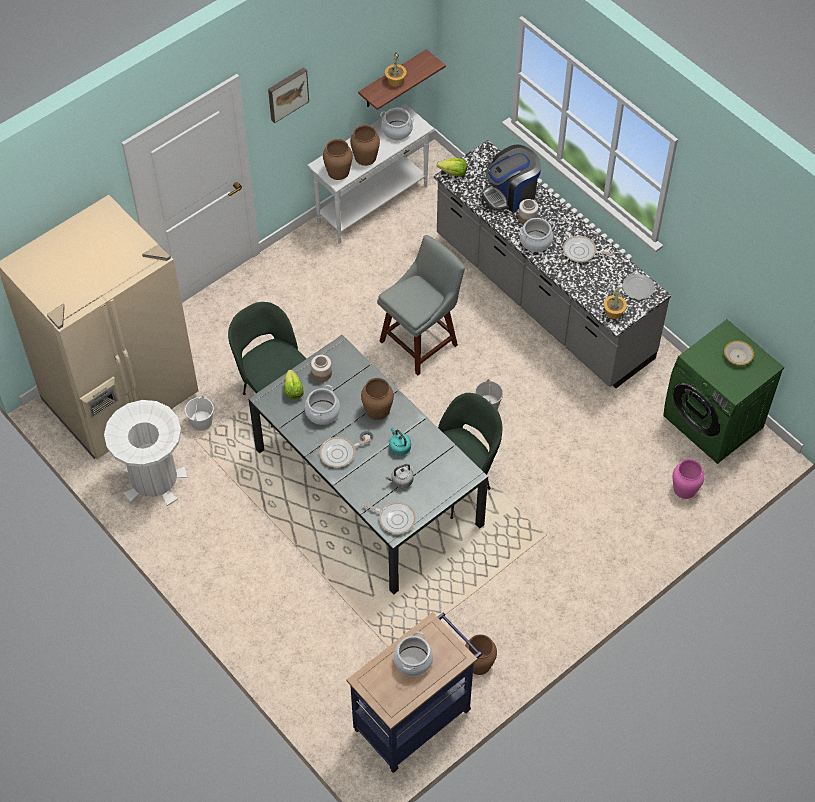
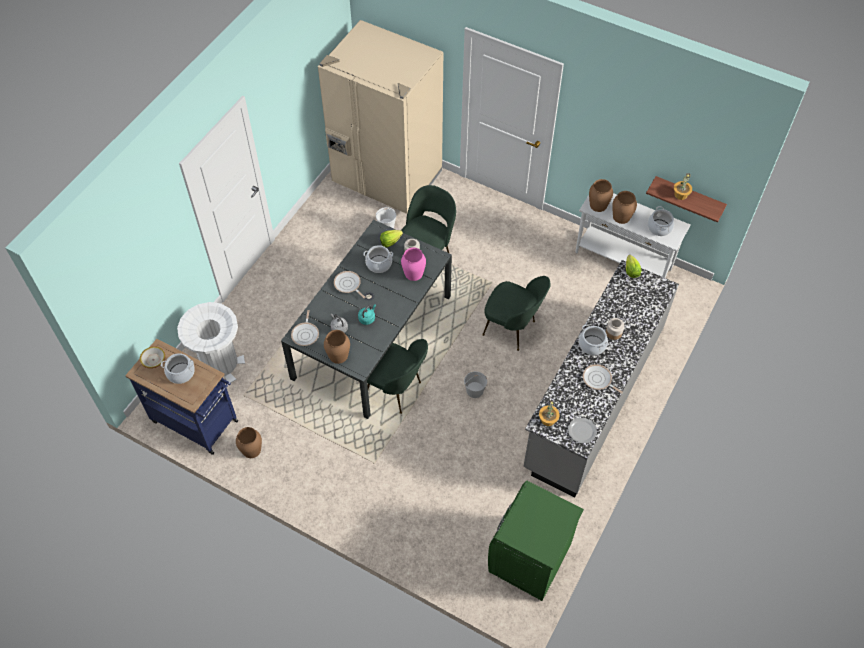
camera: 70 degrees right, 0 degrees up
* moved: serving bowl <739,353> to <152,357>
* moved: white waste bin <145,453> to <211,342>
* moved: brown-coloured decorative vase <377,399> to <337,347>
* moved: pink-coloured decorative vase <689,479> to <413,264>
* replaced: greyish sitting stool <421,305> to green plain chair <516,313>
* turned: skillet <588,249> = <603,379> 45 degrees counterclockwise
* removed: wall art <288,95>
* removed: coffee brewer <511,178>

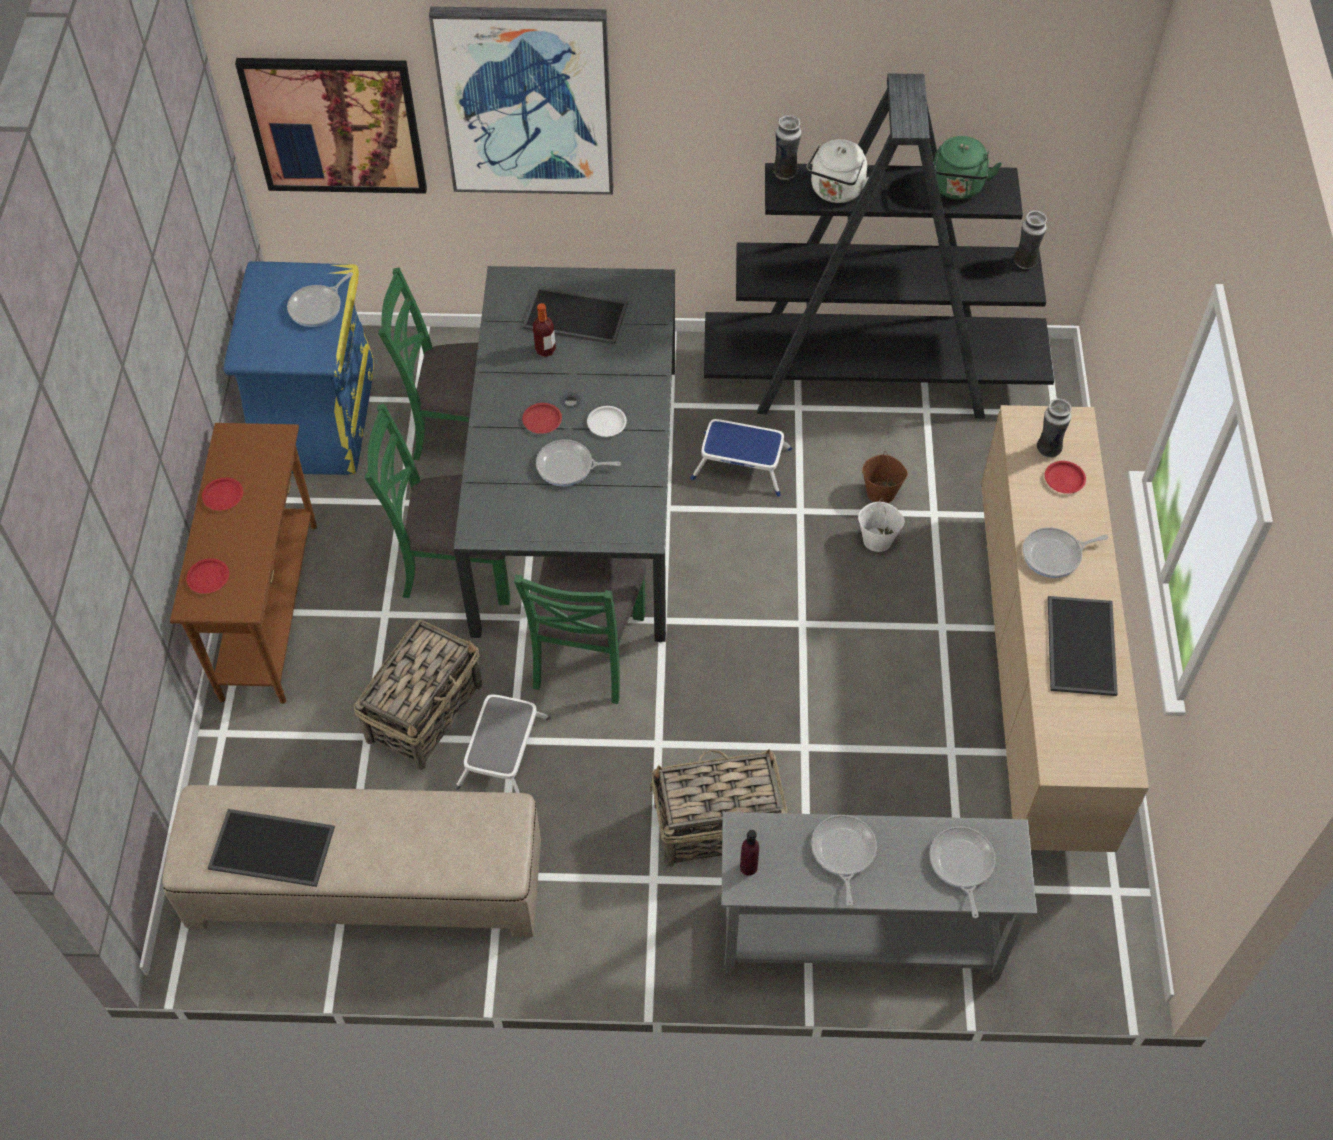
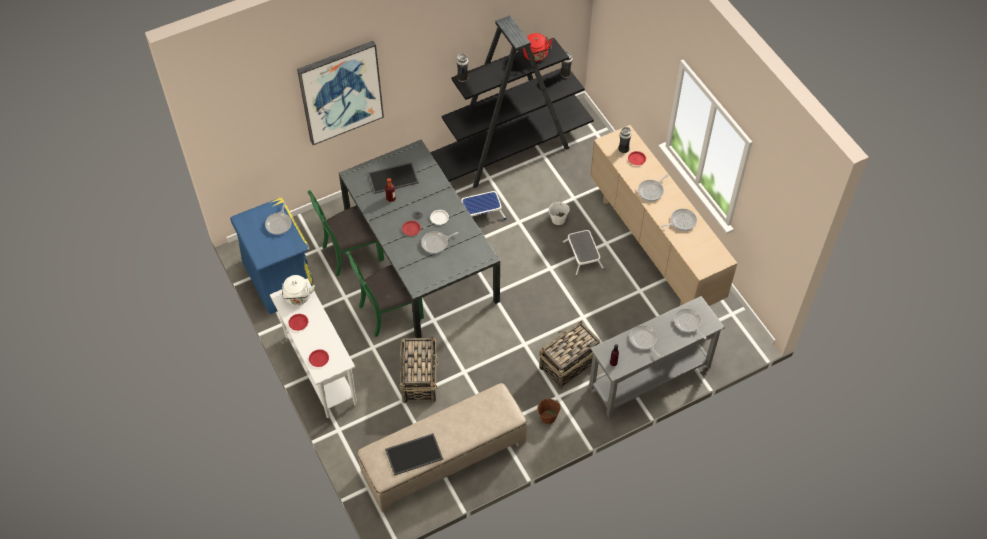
camera: 30 degrees left, 0 degrees up
* recoloured: brown-coloured hall table <243,563> to white hall table <313,348>
* moved: white water kettle <837,171> to <298,290>
* recoloured: green water kettle <968,168> to red water kettle <538,47>
* moved: brown-coloured pail <885,477> to <549,411>
* moved: greyish step stool <503,743> to <583,253>
* replaced: tray <1083,646> to skillet <678,220>
* removed: wall art <331,126>
* removed: green plain chair <580,630>

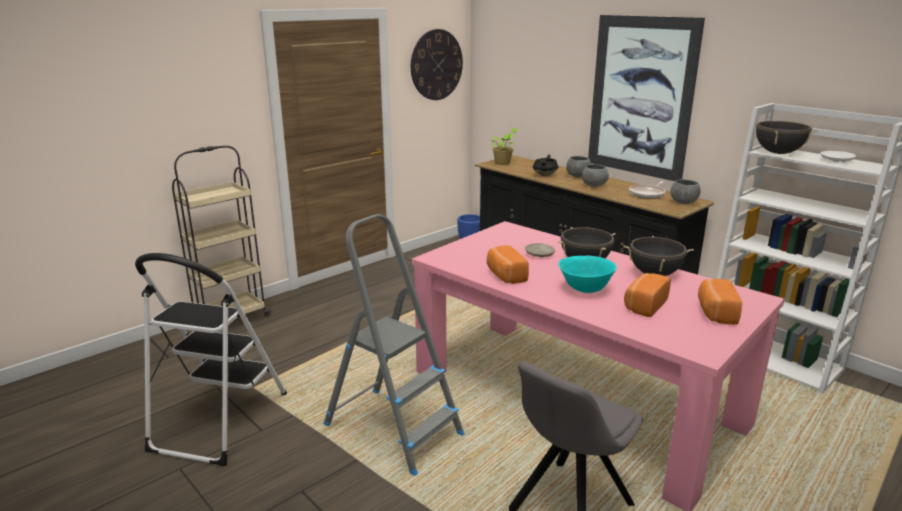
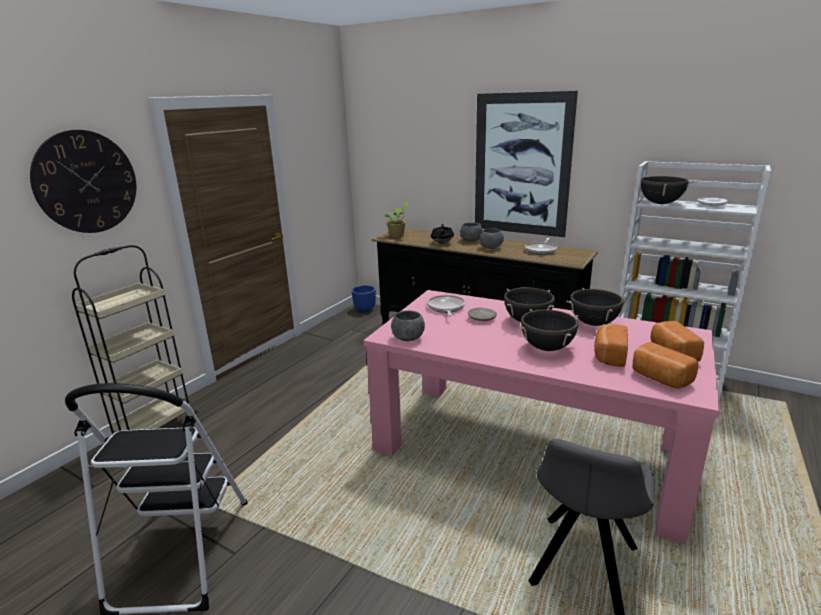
camera: 15 degrees left, 0 degrees up
* moved: hanging clock <437,64> to <83,181>
* moved: greyish serving bowl <685,191> to <408,326>
* added: skillet <446,305>
* replaced: turquoise-coloured serving bowl <588,274> to black saucepot <549,330>
* moved: bread <508,264> to <665,365>
* removed: greyish step stool <394,345>

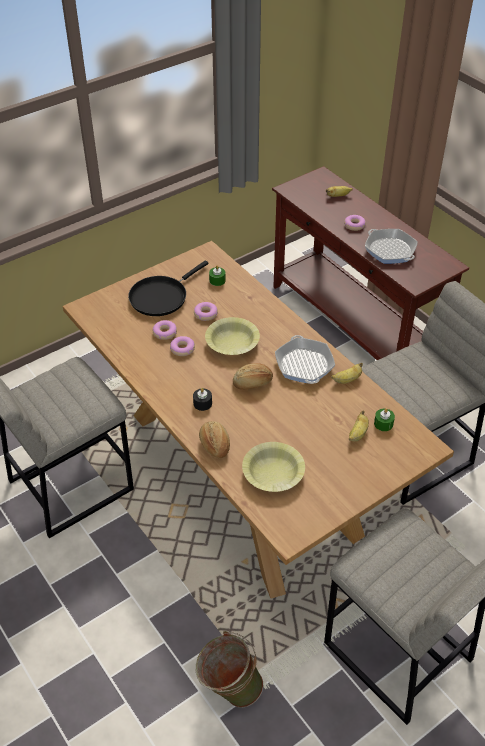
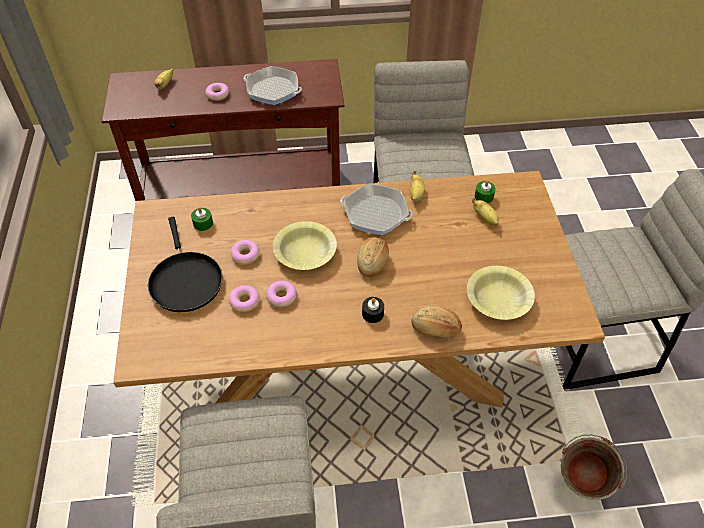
camera: 60 degrees left, 5 degrees up
* turned: skillet <391,246> = <272,85> 150 degrees counterclockwise

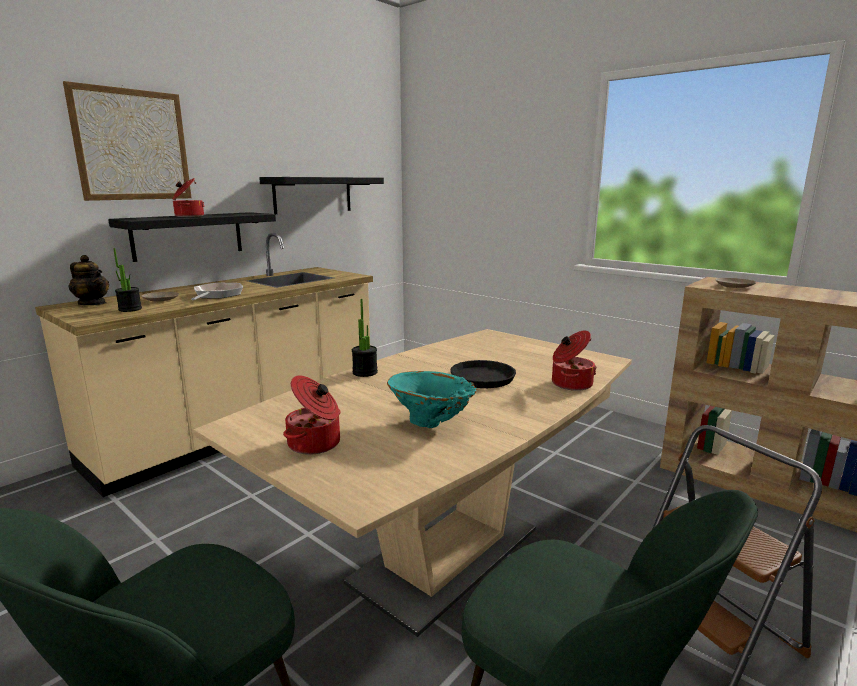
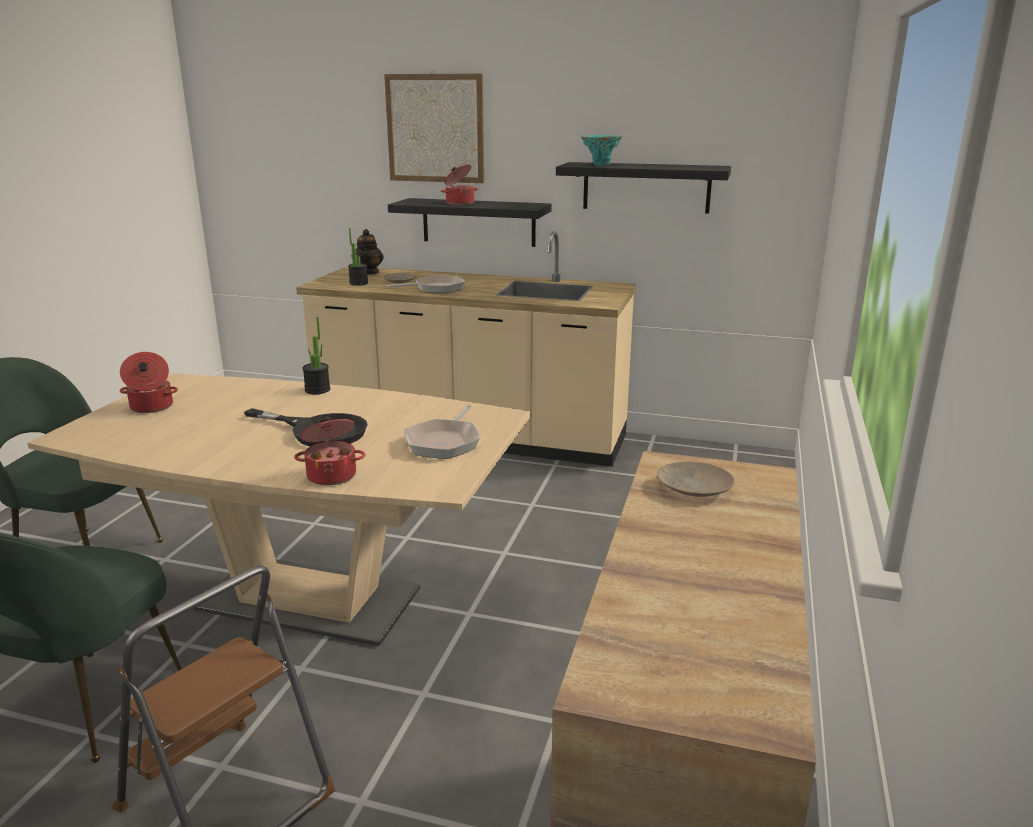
camera: 65 degrees right, 5 degrees up
* added: skillet <442,432>
* moved: turquoise-coloured decorative vase <432,399> to <601,150>

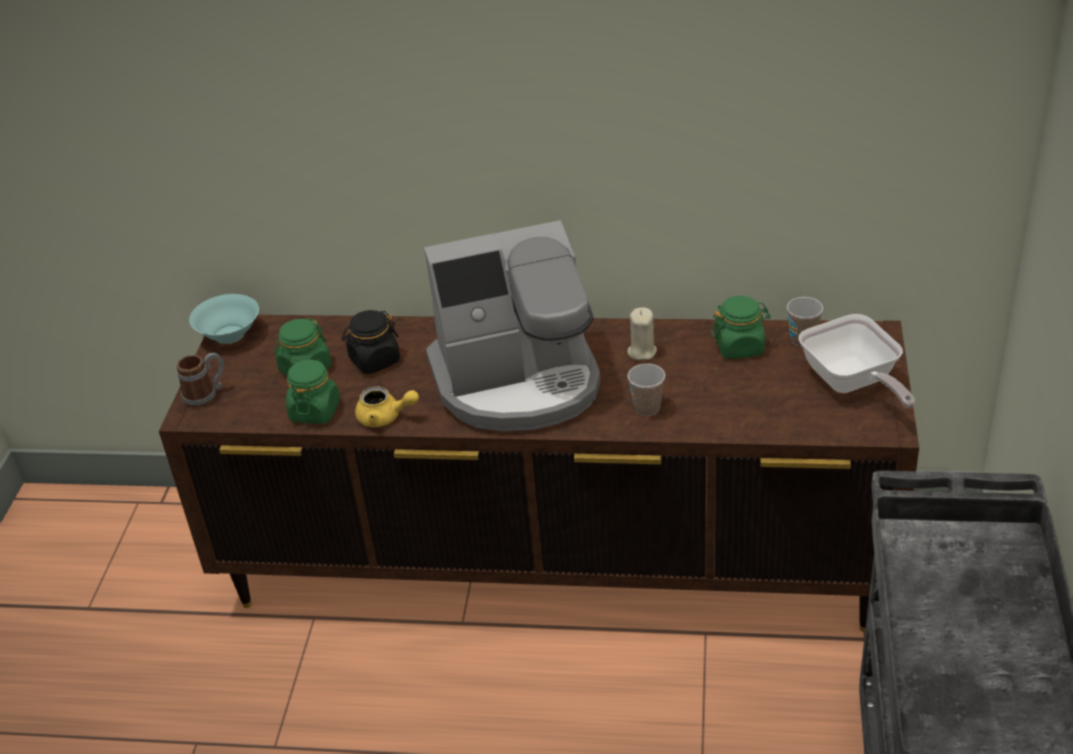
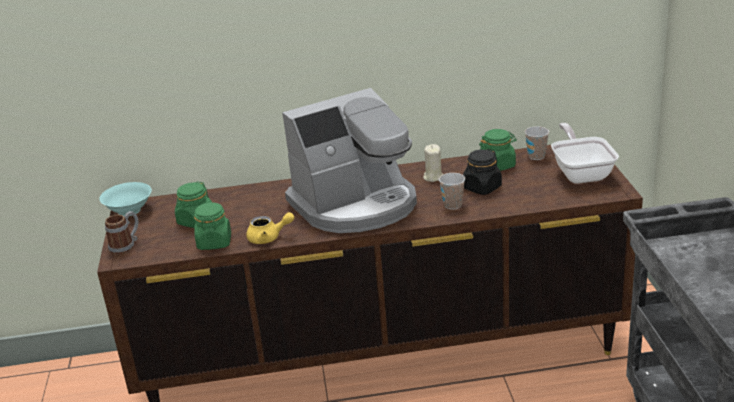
camera: 15 degrees left, 10 degrees down
* moved: black storage jar <371,342> to <482,172>
* turned: skillet <857,361> = <585,153> 150 degrees counterclockwise

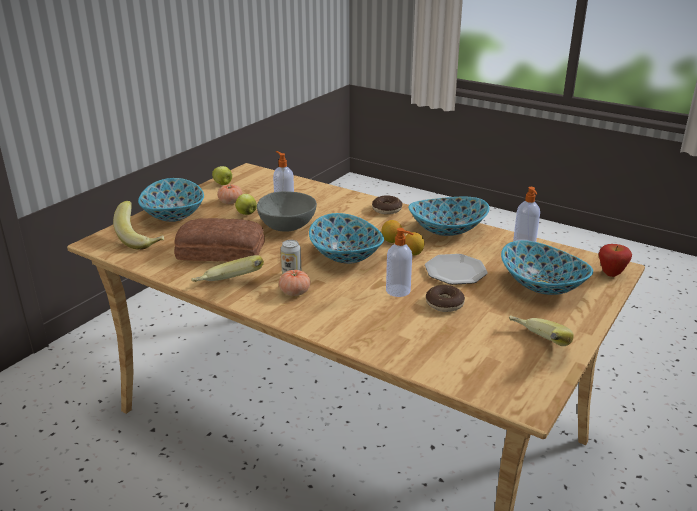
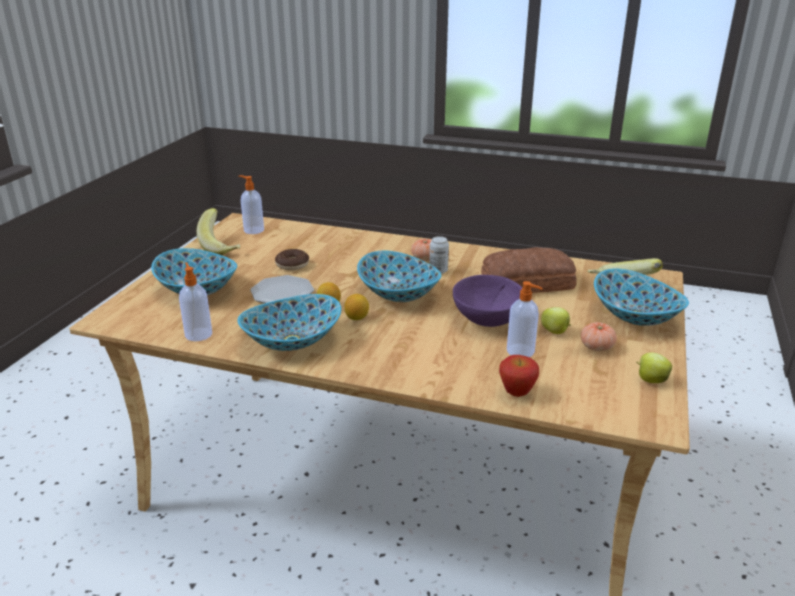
camera: 165 degrees right, 0 degrees up
* moved: soap dispenser <400,262> to <251,204>
* recoloured: greyish serving bowl <287,211> to purplish serving bowl <487,301>
* moved: whole apple <615,260> to <519,376>
* removed: whole banana <228,268>
* removed: donut <387,204>

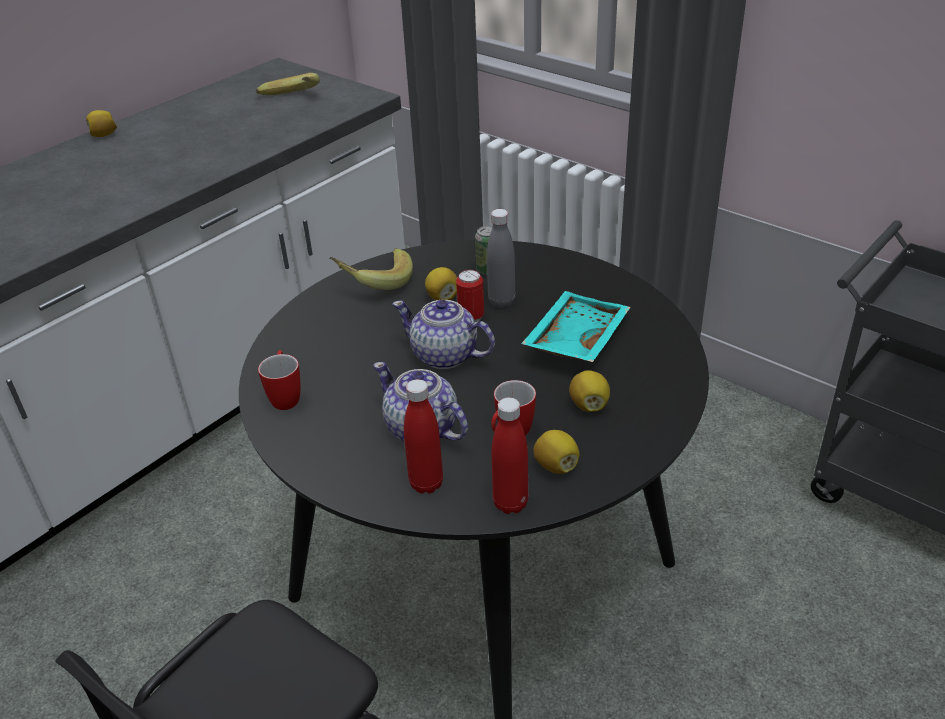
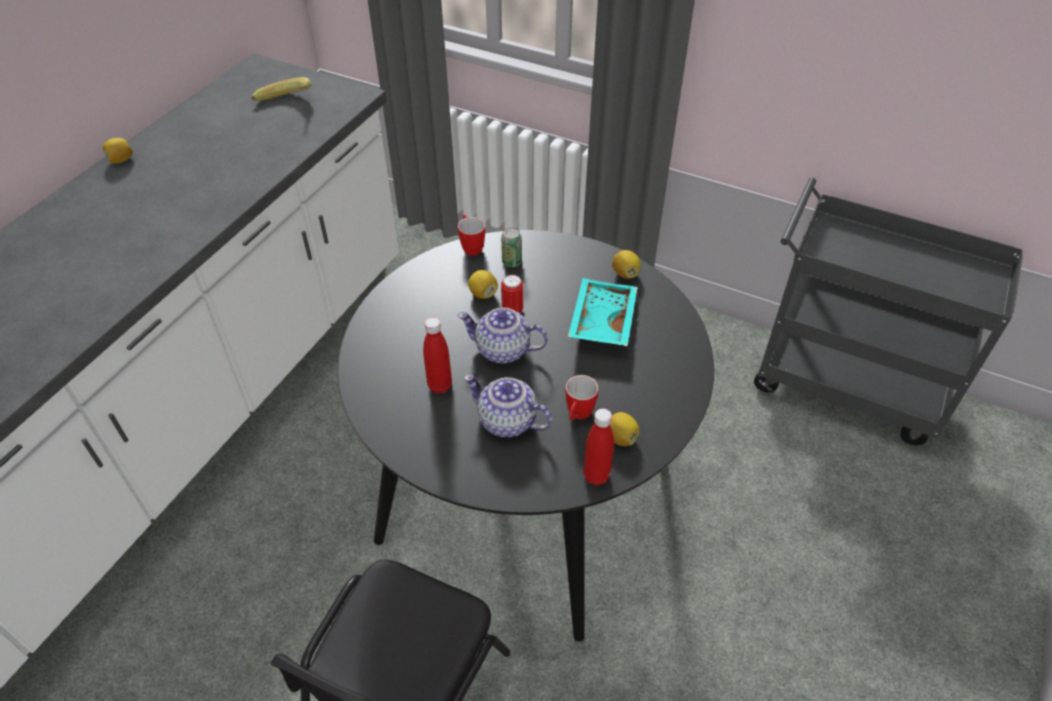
camera: 15 degrees left, 10 degrees up
* moved: red bottle <423,436> to <437,355>
* moved: mug <279,380> to <471,235>
* moved: citrus fruit <589,391> to <626,264>
* removed: whole banana <371,269>
* removed: greyish bottle <501,258>

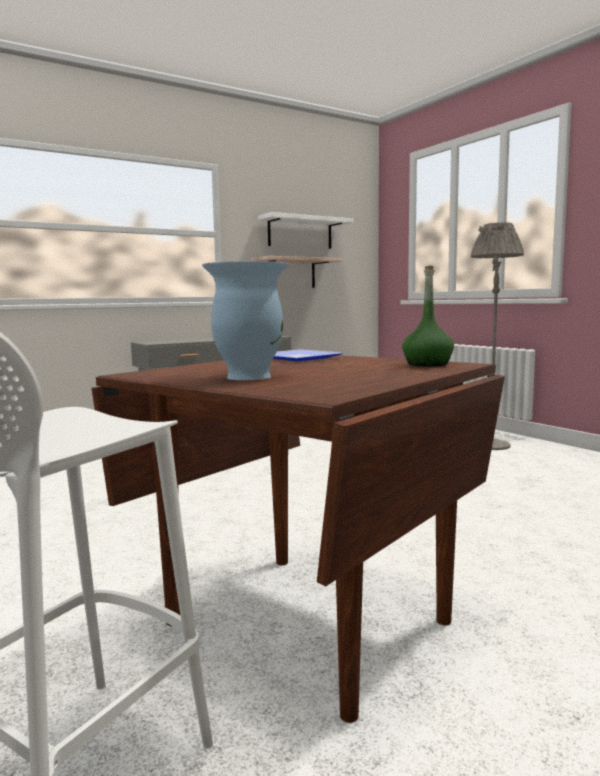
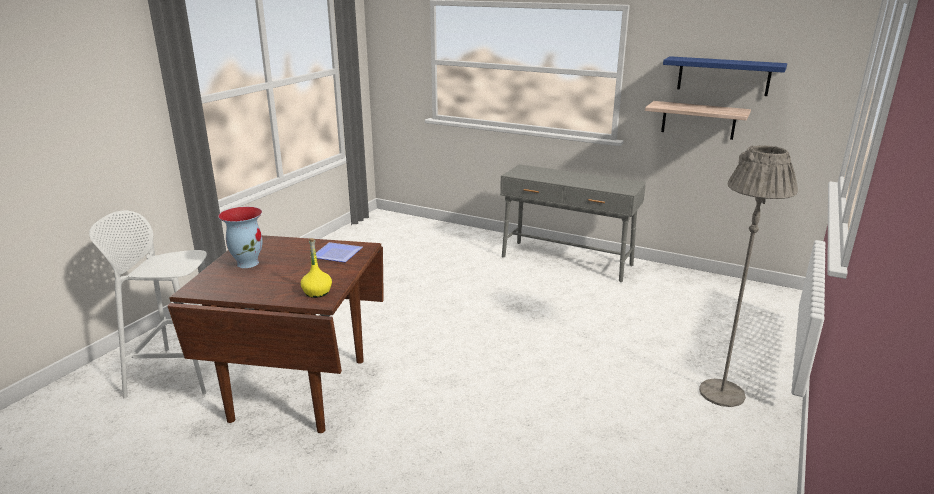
camera: 60 degrees right, 15 degrees up
* recoloured: green bottle <428,316> to yellow bottle <316,268>
* recoloured: white bracket shelf <306,230> to blue-coloured bracket shelf <725,76>

